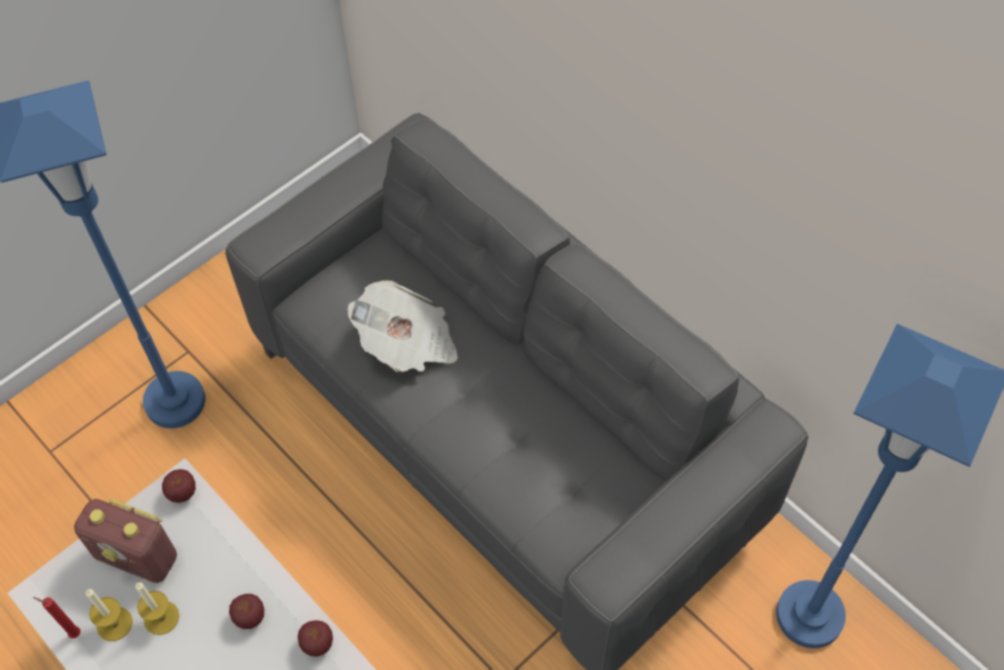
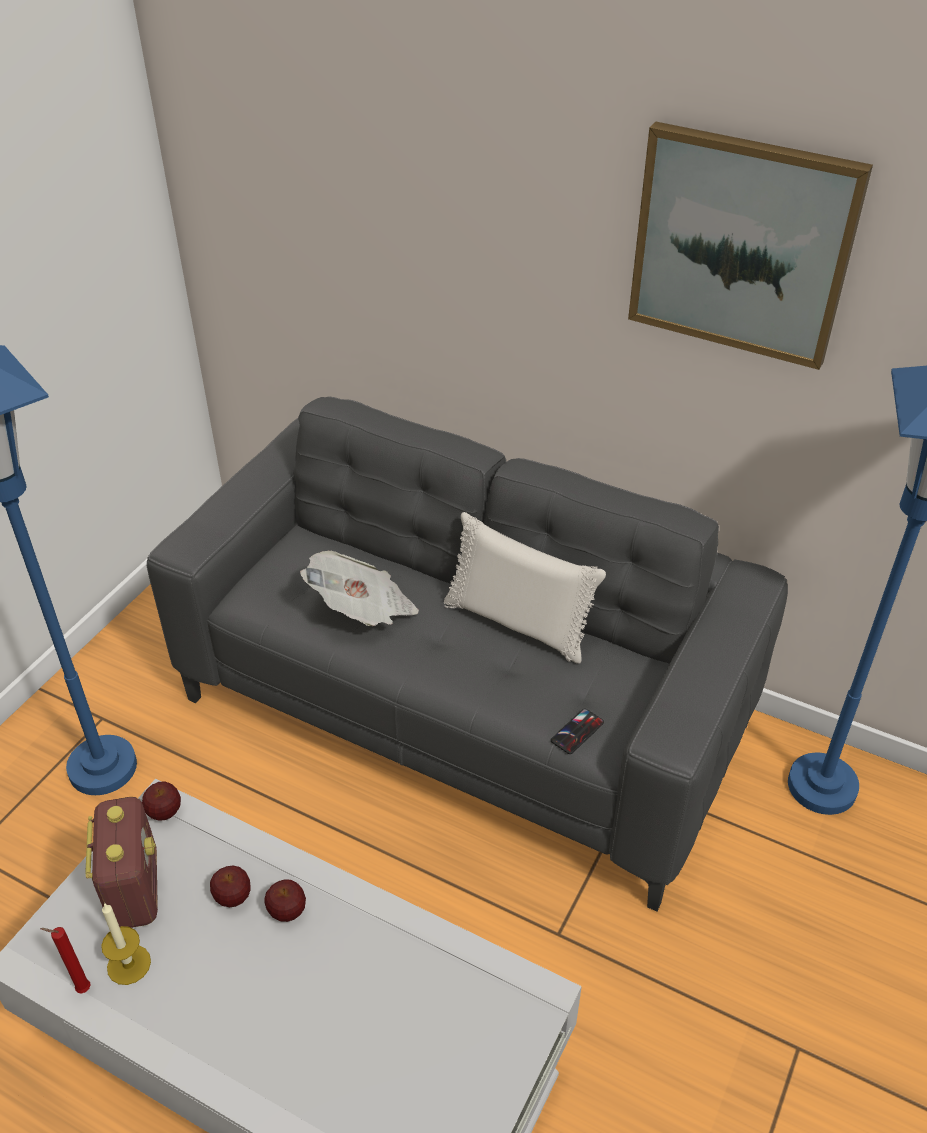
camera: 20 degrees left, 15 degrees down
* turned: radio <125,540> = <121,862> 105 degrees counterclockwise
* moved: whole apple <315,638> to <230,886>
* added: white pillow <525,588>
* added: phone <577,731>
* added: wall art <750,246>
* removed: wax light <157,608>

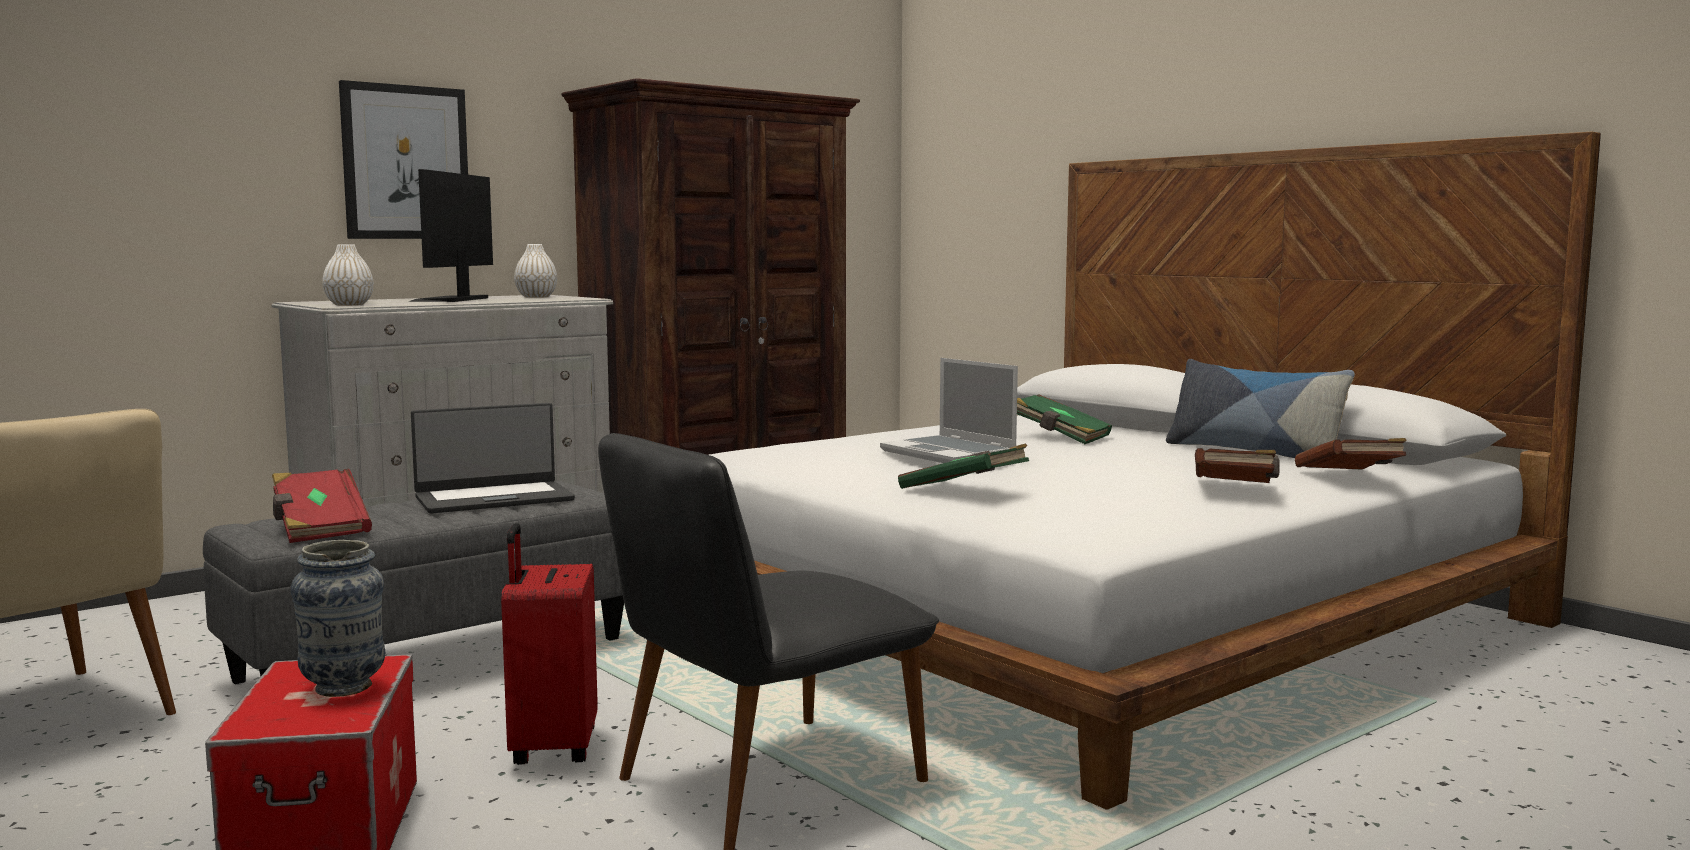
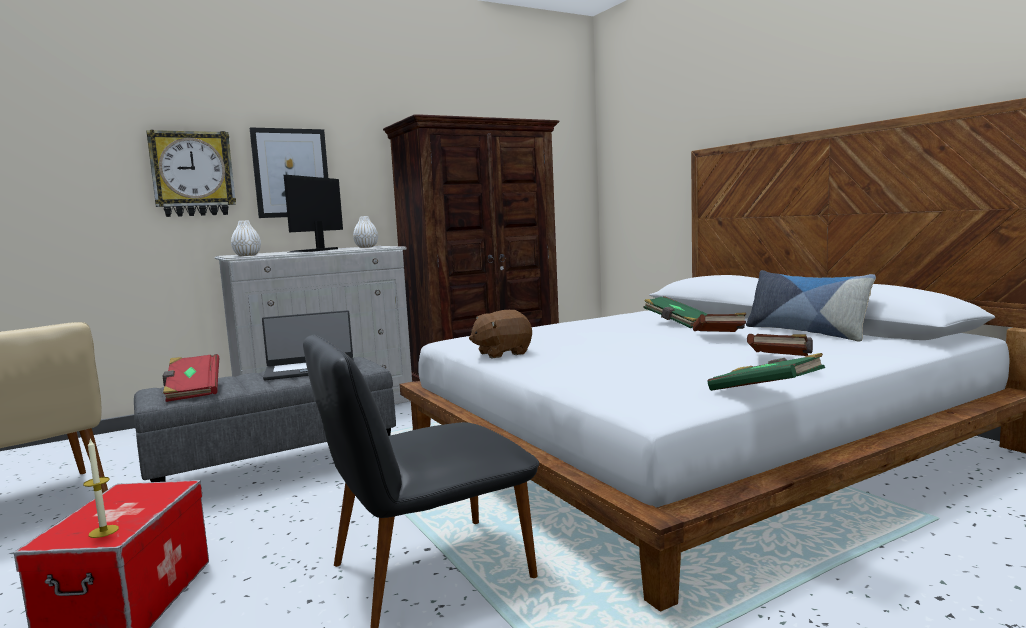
camera: 10 degrees right, 0 degrees up
* added: wax light <101,488>
* added: hanging clock <191,173>
* added: brown-coloured cuddly toy <500,334>
* moved: brown-coloured bound book <1351,454> to <719,322>
* moved: green bound book <963,466> to <766,372>
* removed: decorative vase <338,618>
* removed: red piece of luggage <549,644>
* removed: notebook computer <949,410>

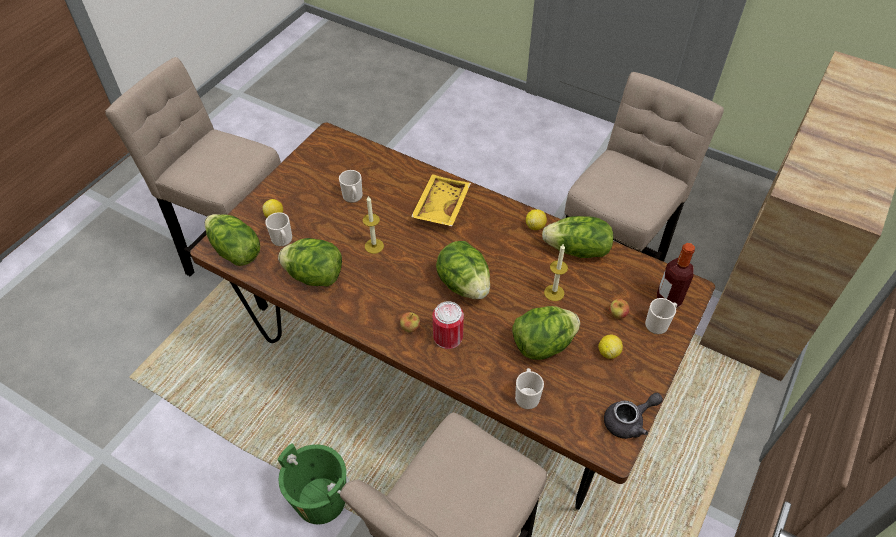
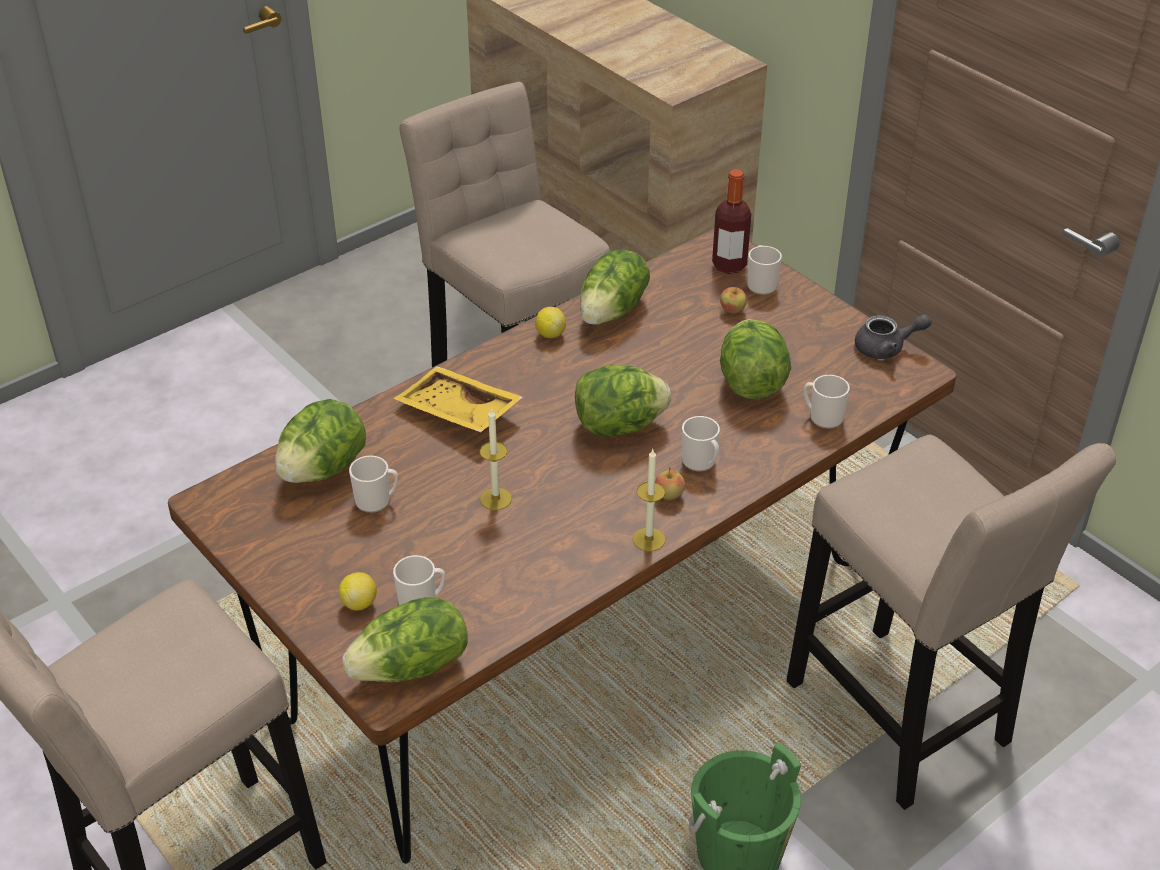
camera: 70 degrees left, 10 degrees down
* moved: lettuce head <310,262> to <320,441>
* moved: wax light <556,272> to <649,500>
* replaced: metal can <448,325> to mug <701,444>
* turned: greyish tea pot <633,416> = <893,336> 90 degrees clockwise
* removed: citrus fruit <610,347>

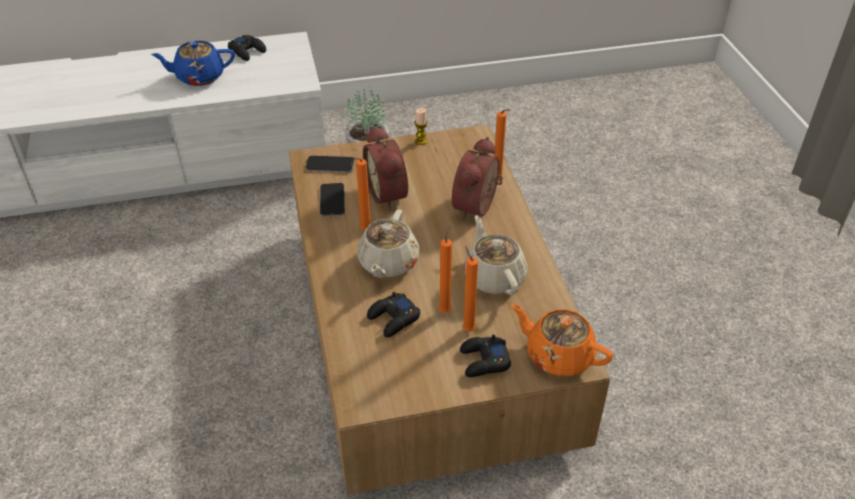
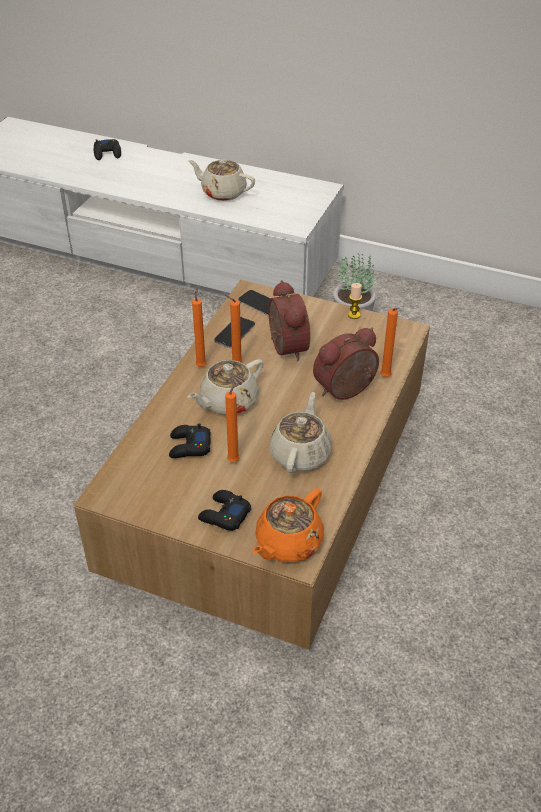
camera: 35 degrees right, 0 degrees up
* moved: black joypad <247,48> to <107,149>
* recoloured: blue-coloured tea pot <193,63> to beige tea pot <221,180>
* moved: orange-coloured wax light <470,289> to <199,327>
* turned: orange-coloured tea pot <562,340> = <288,525> 120 degrees counterclockwise
* turned: alarm clock <385,168> = <289,320> 150 degrees clockwise

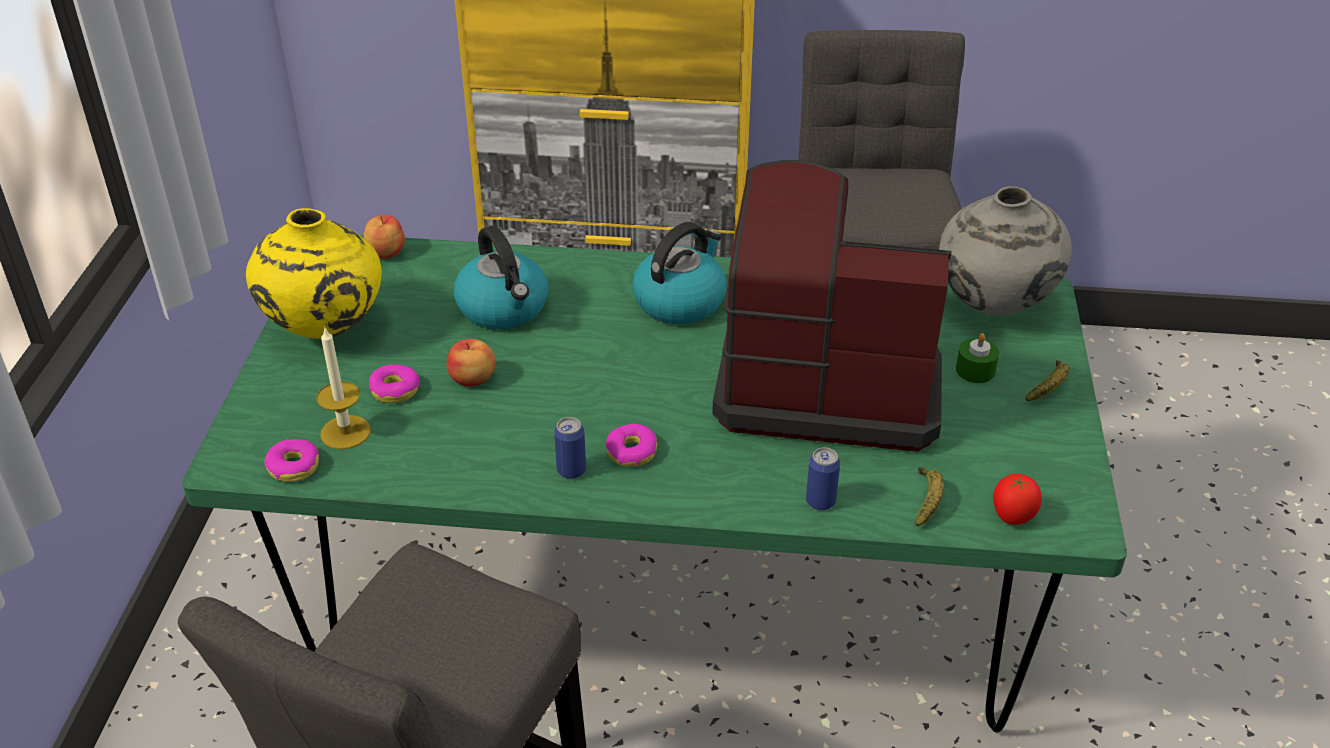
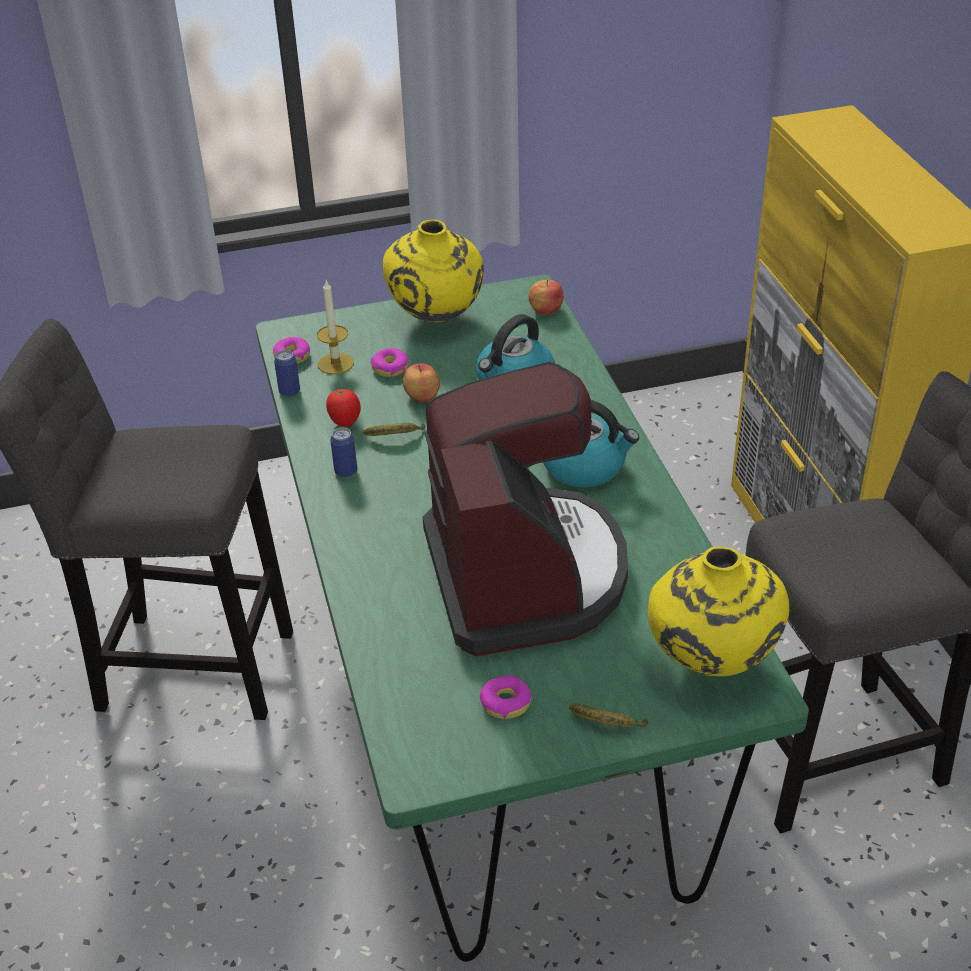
camera: 70 degrees right, 0 degrees up
* moved: metal can <823,479> to <287,373>
* moved: whole tomato <1017,499> to <343,407>
* moved: whole banana <929,496> to <394,429>
* moved: donut <631,445> to <505,697>
* recoloured: greyish decorative vase <1005,250> to yellow decorative vase <718,611>
* removed: green wax light <977,358>

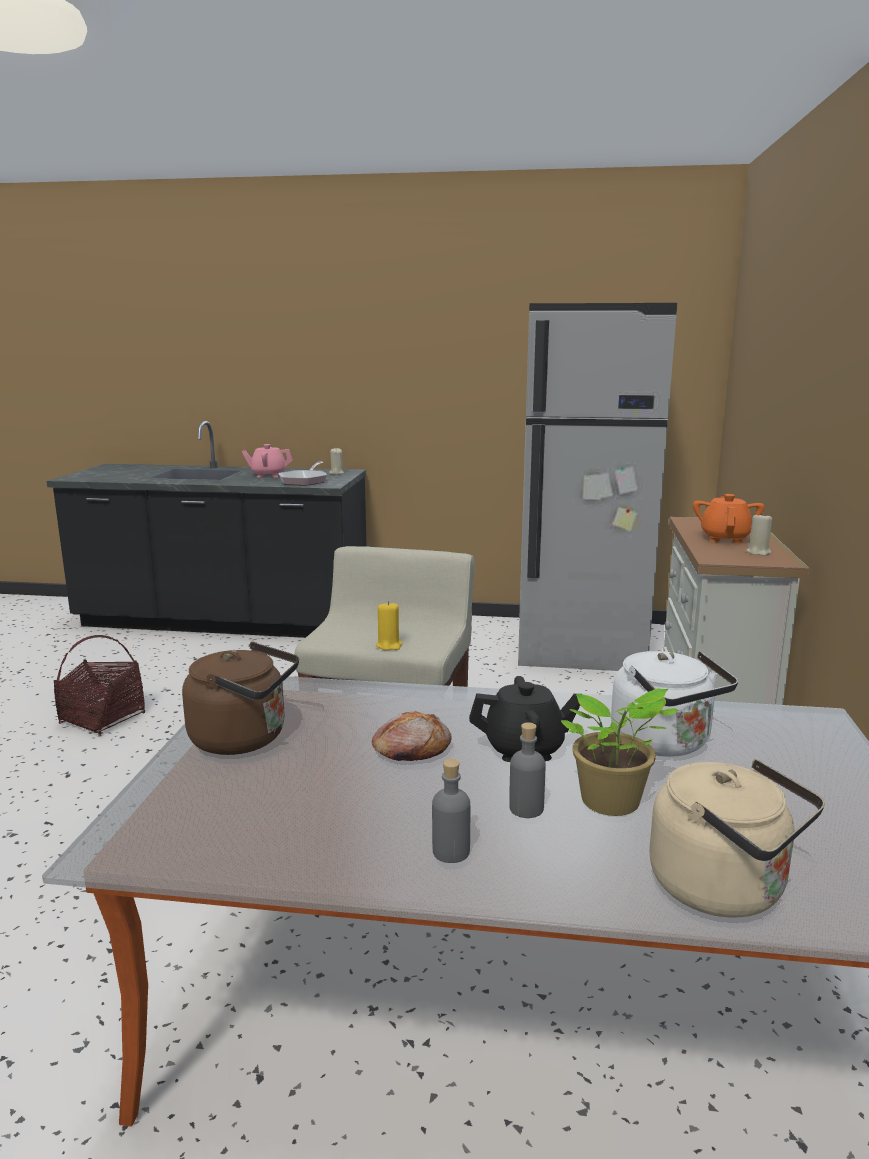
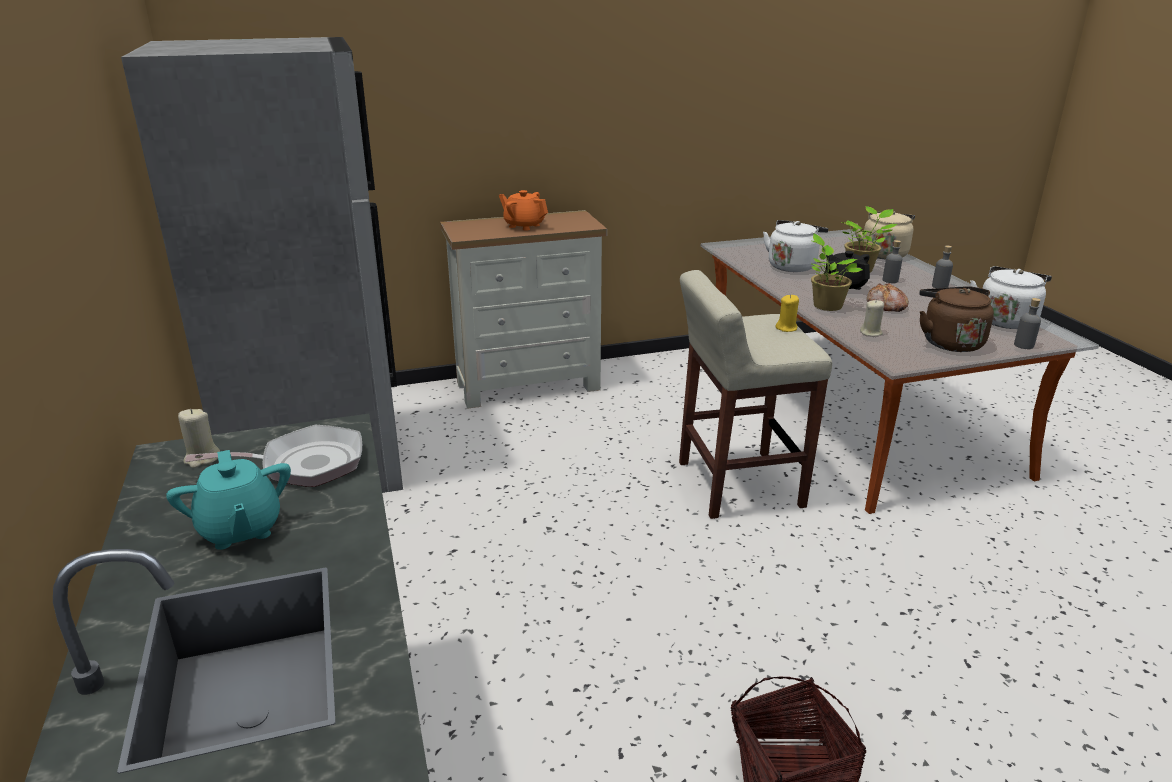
camera: 115 degrees left, 10 degrees up
* recoloured: pink-coloured tea pot <267,460> to turquoise-coloured tea pot <228,500>
* turned: orange-coloured tea pot <729,518> = <523,210> 45 degrees clockwise
* added: houseplant <836,272>
* moved: beige wax light <759,534> to <872,318>
* added: white water kettle <1011,297>
* added: greyish bottle <1027,323>

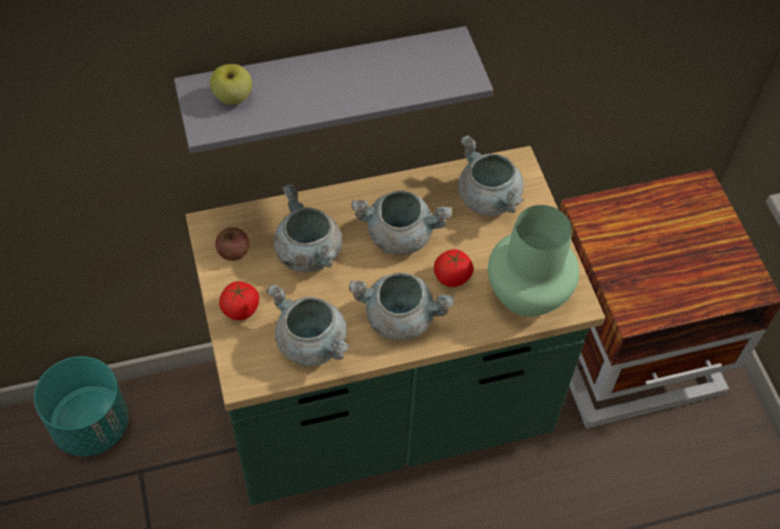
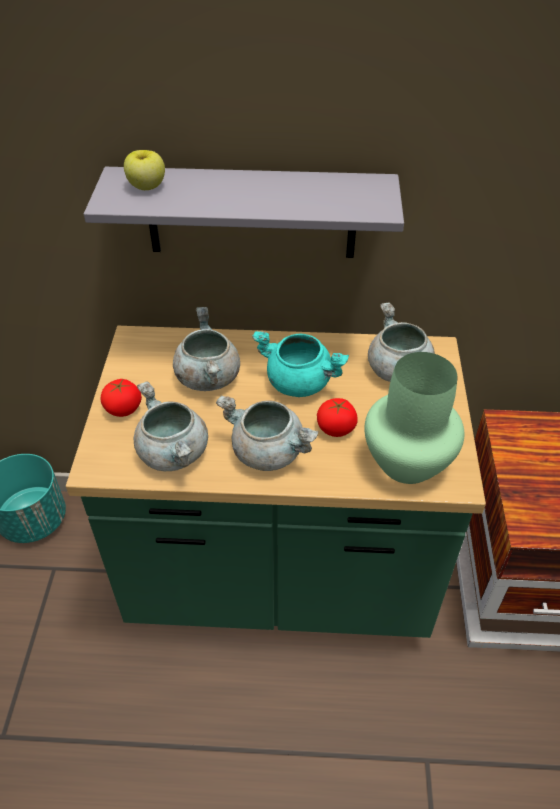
camera: 20 degrees right, 10 degrees down
* recoloured: greyish saucepot <402,222> to turquoise-coloured saucepot <300,364>
* removed: whole apple <232,244>

